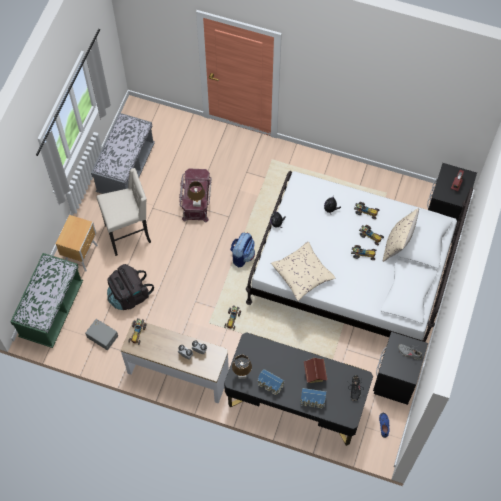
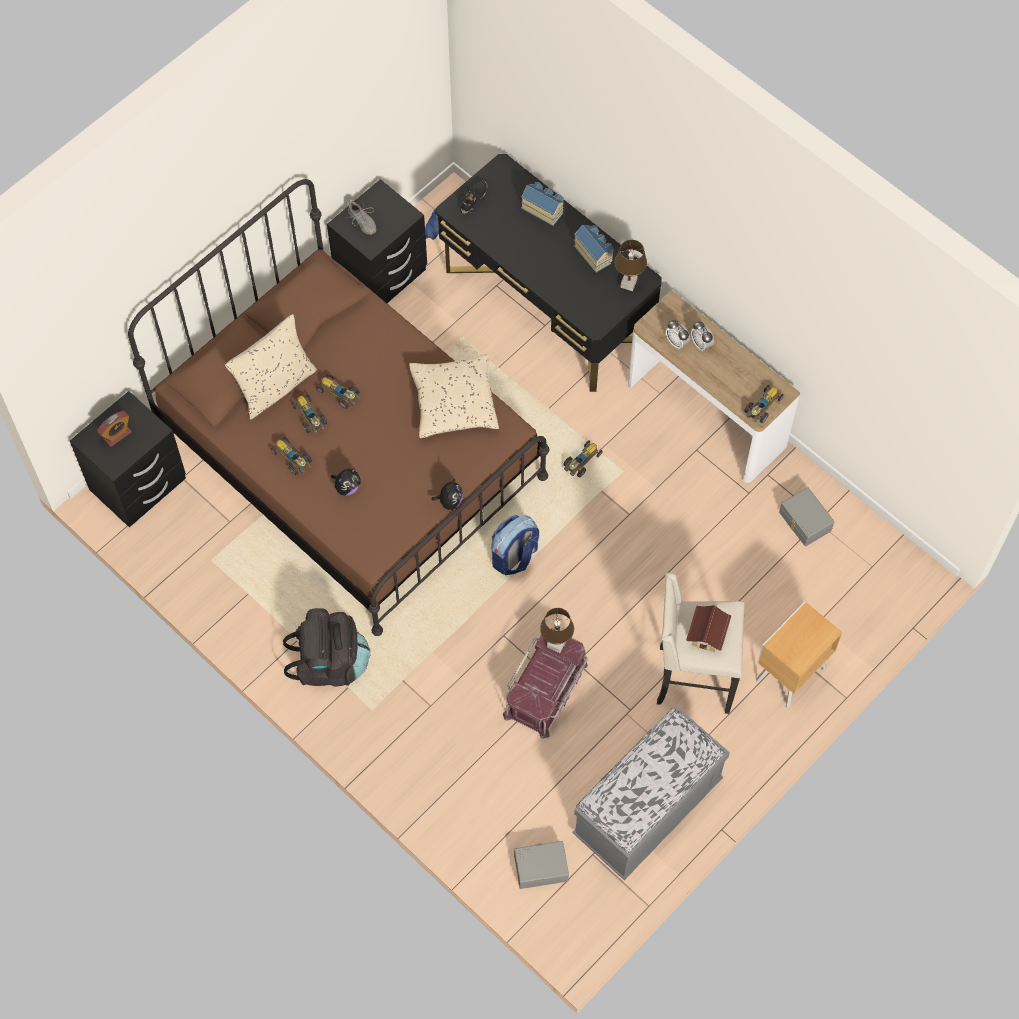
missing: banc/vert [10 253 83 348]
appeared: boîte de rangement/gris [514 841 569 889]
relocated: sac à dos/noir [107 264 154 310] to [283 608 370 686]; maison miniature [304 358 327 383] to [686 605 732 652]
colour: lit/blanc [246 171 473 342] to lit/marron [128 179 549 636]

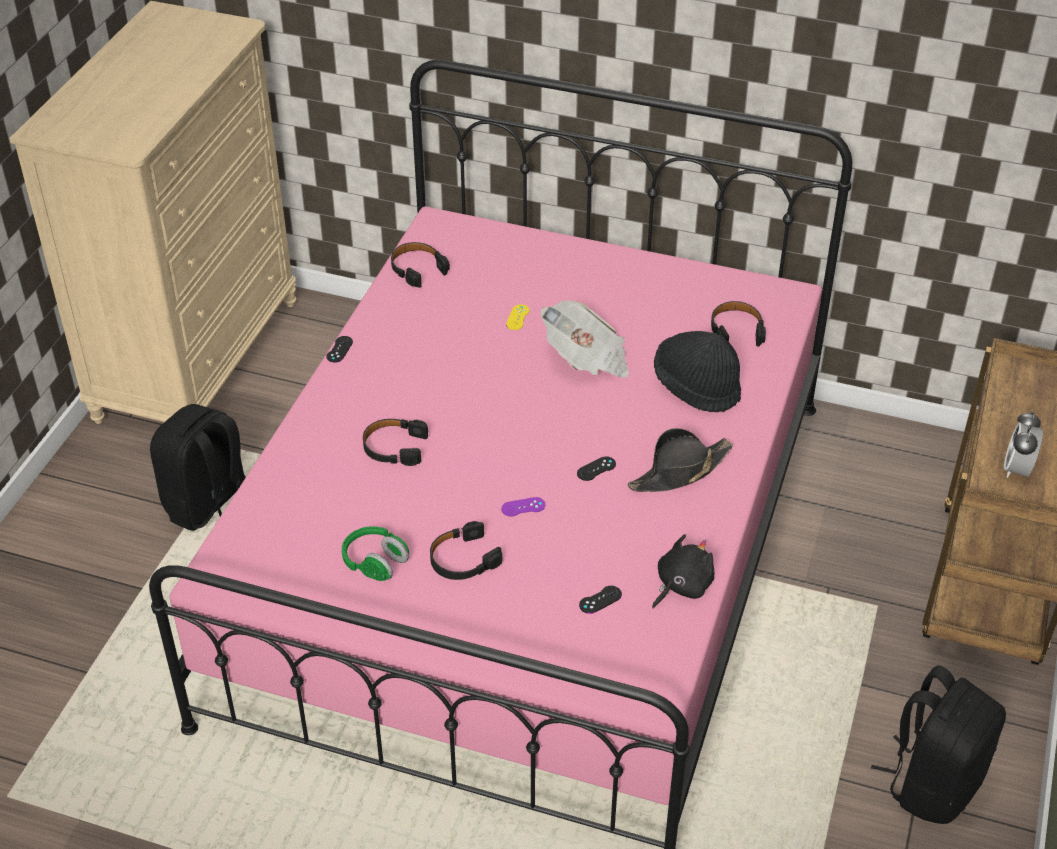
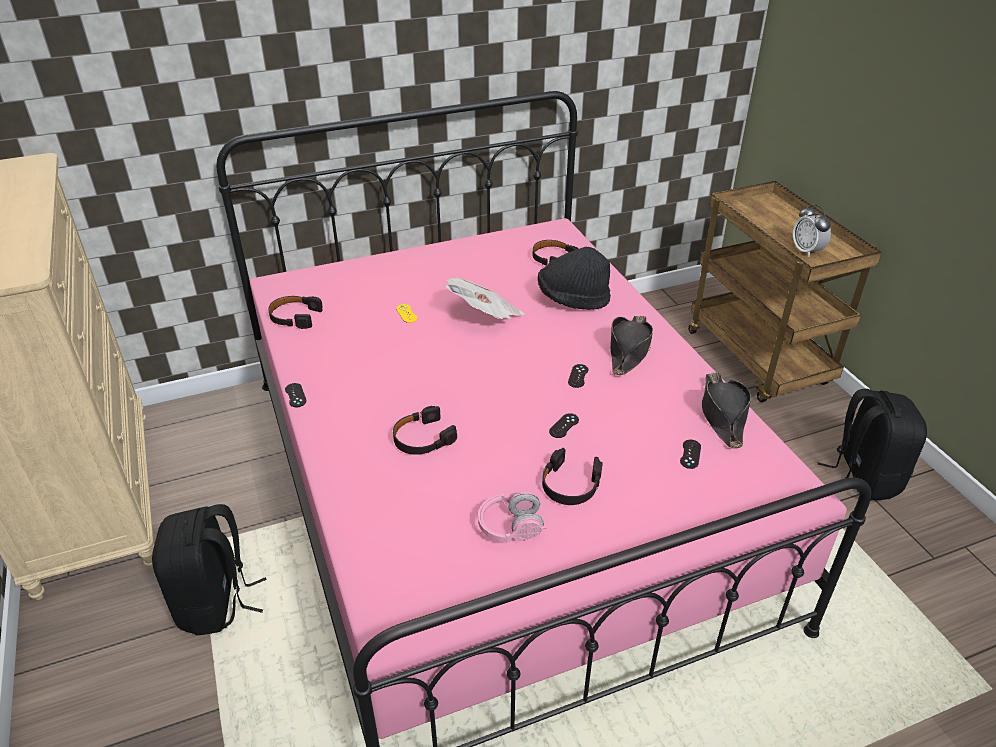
exchanged: peluche/noir [652 534 714 609] to chapeau/noir [702 372 751 448]
colour: casque audio/vert [342 526 409 581] to casque audio/rose [478 492 546 543]; manette/violet [501 497 545 517] to manette/noir [549 413 579 438]

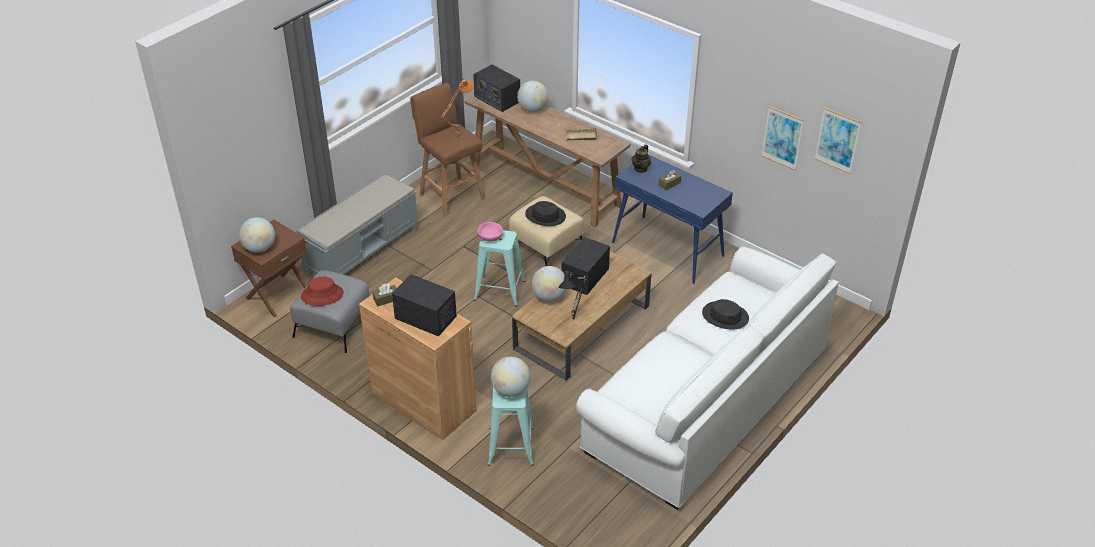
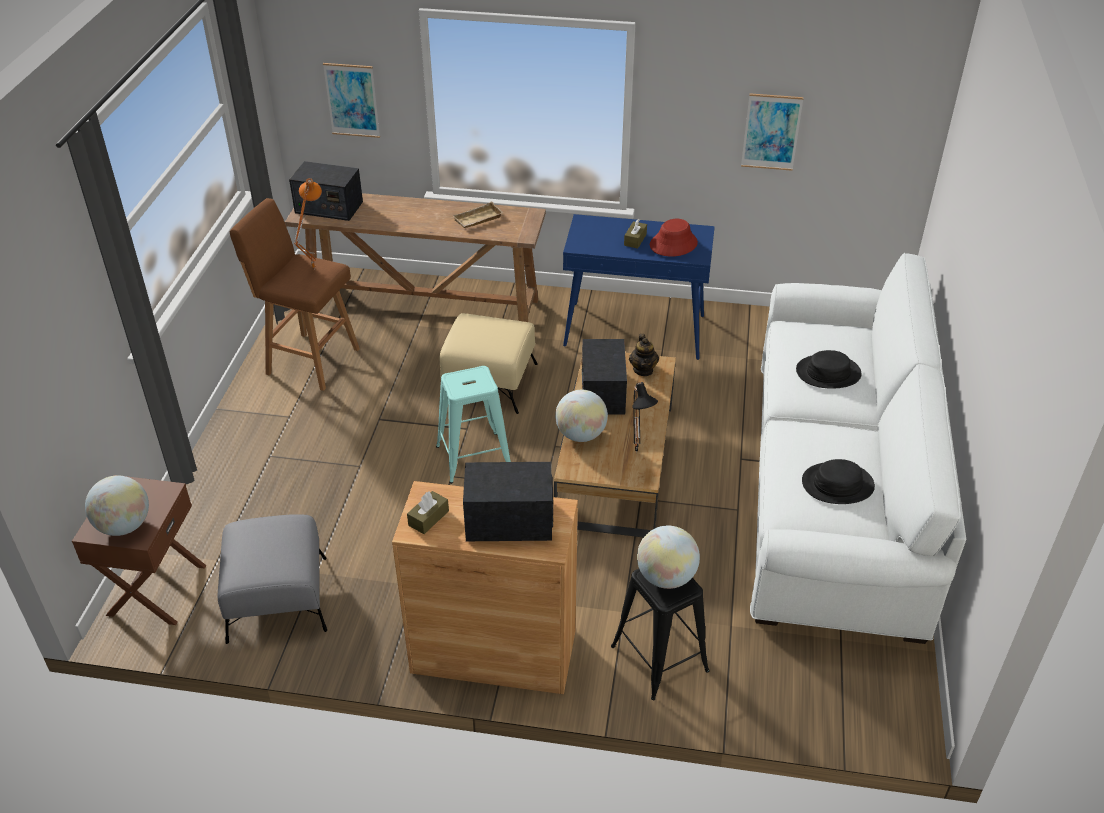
missing: banc/gris [296 172 418 274]; bol/rose [478 222 503 242]; globe [517 81 548 112]
relocated: chapeau/rouge [301 277 344 306] to [650 219 698 256]; chapeau/noir [525 201 566 226] to [802 459 875 504]; théière [631 144 651 173] to [629 334 659 376]; tableau [815 107 861 174] to [323 63 380 138]
colour: tabouret/turquoise [488 387 534 466] to tabouret/noir [611 569 709 700]

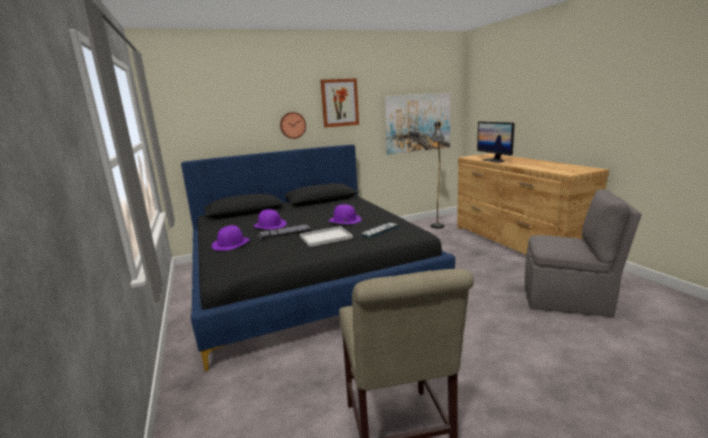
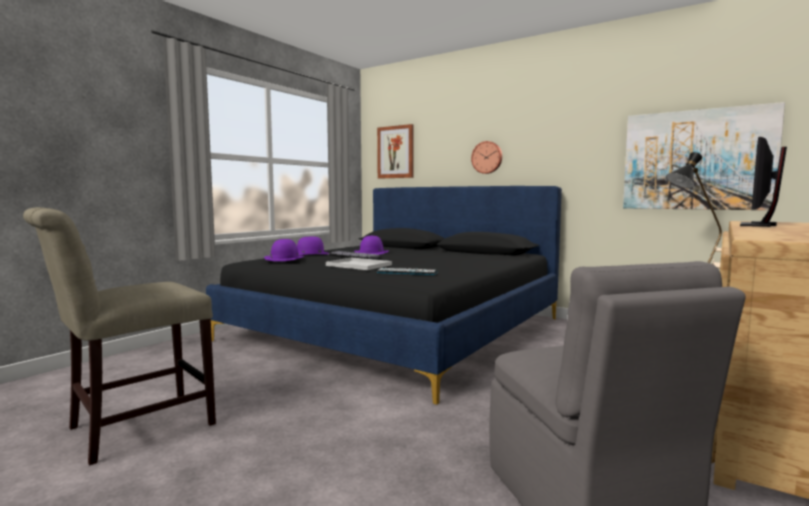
relocated: tableau [320 78 359 128] to [377 124 414 179]; chapeau/violet [329 204 362 224] to [264 239 304 261]

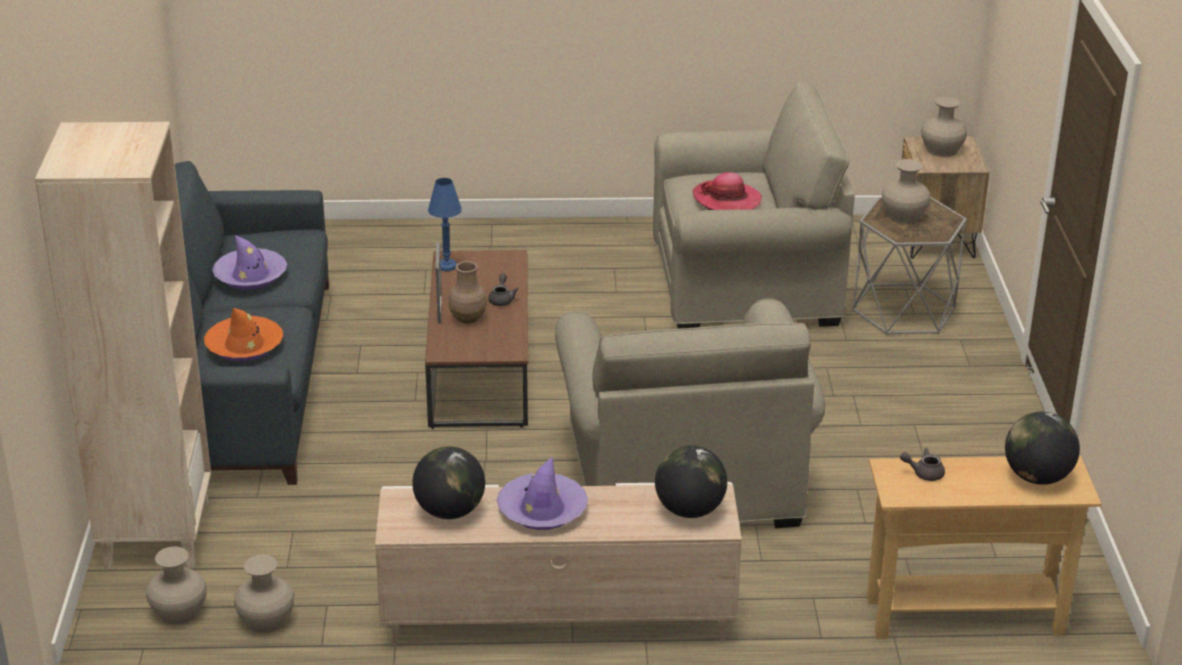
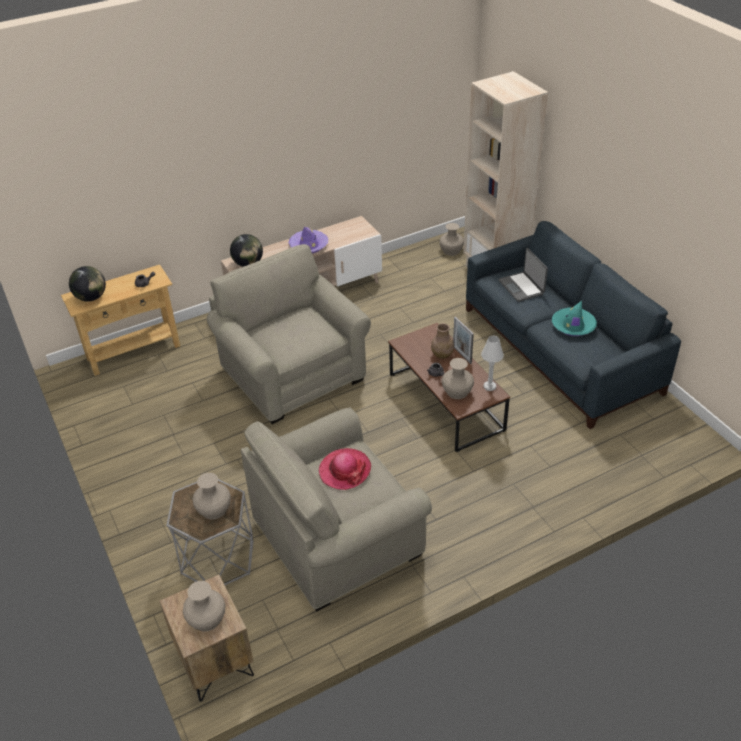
missing: globe [412 446 485 519]
relocated: vase/beige [234 555 294 633] to [442 358 474 399]
exchanged: chapeau/orange [204 308 283 361] to ordinateur portable [498 248 548 302]
colour: chapeau/violet [212 235 287 290] to chapeau/turquoise [552 301 597 336]; lampe de table/bleu [428 178 462 271] to lampe de table/blanc [481 336 504 391]

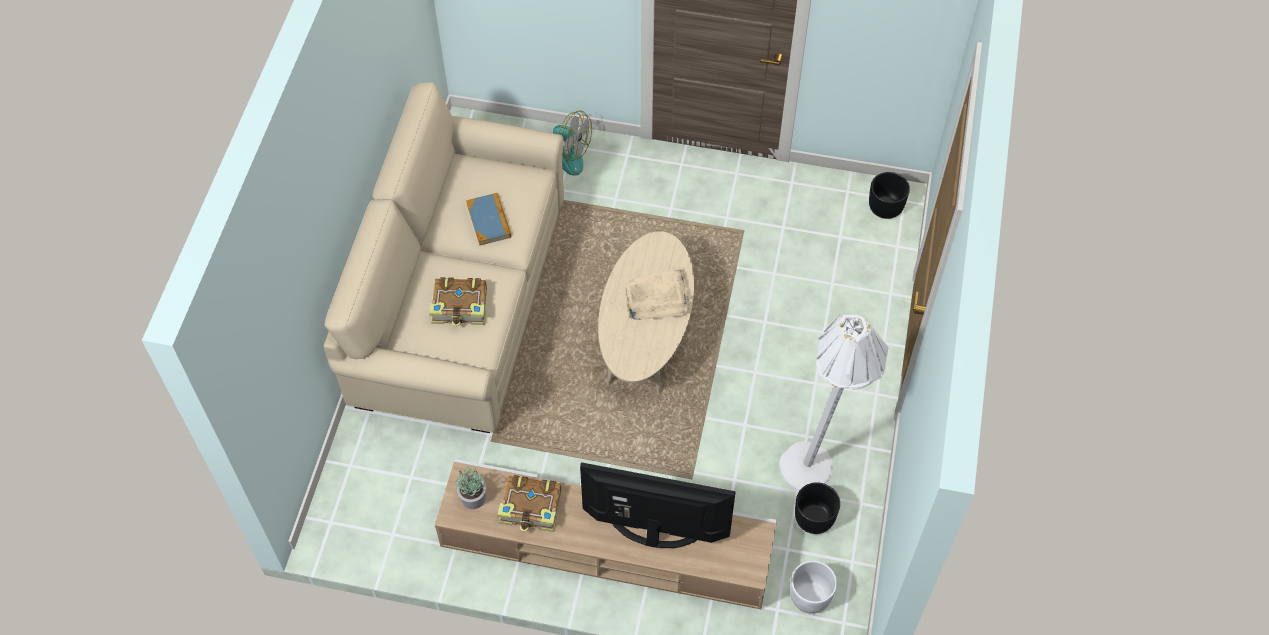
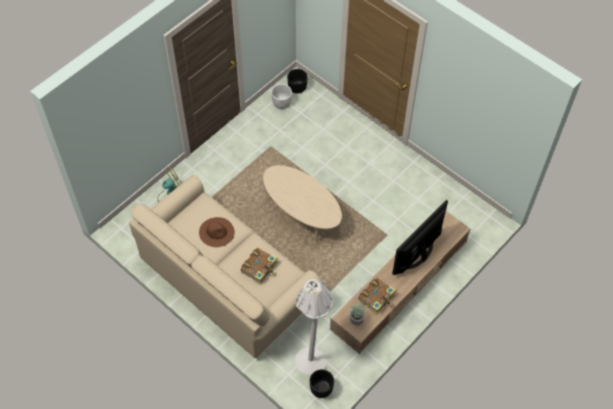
missing: plateau/beige [625 268 689 320]
relocated: lampadaire/blanc [779 315 888 490] to [295 279 333 375]; cache-pot/blanc [790 561 837 614] to [271 84 292 109]; cache-pot/noir [795 482 840 534] to [310 369 334 398]
exchanged: livre [466 193 511 245] to chapeau/marron [199 217 235 247]

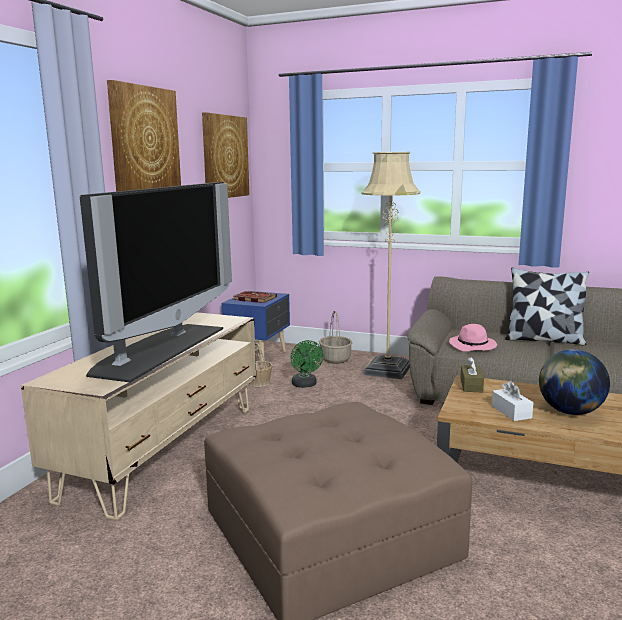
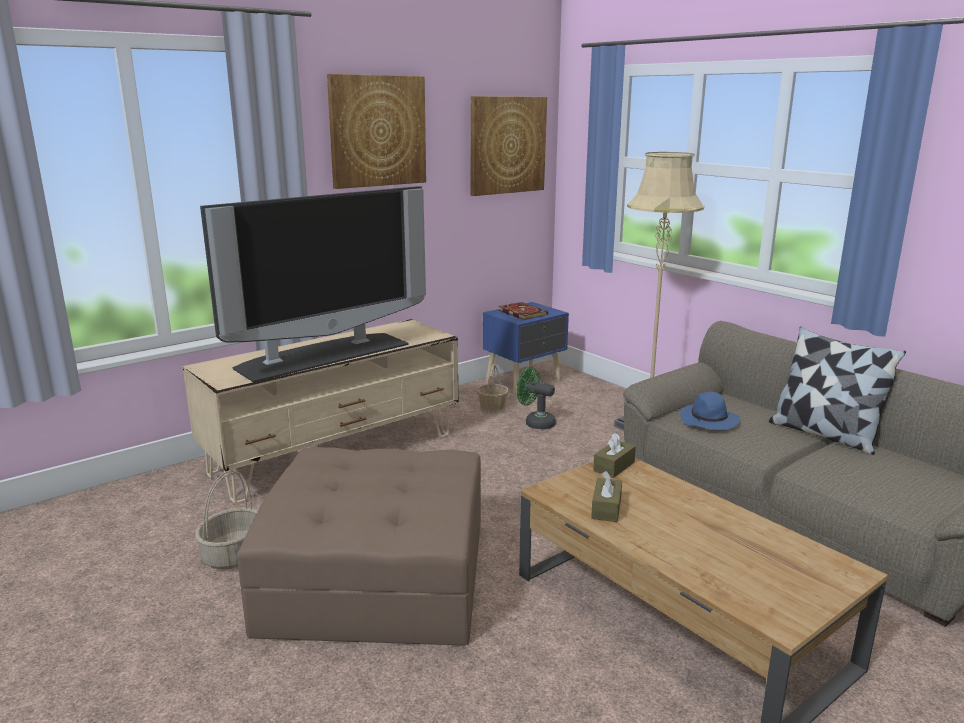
missing: globe [539 349 610 415]
relocated: panier [319 311 352 364] to [195 471 258 570]
colour: chapeau/rose [449 324 497 352] to chapeau/bleu [680 392 740 430]; boîte à mouchoirs/blanc [492 381 533 421] to boîte à mouchoirs/marron [591 471 622 522]
spun: ventilateur/vert [290 340 324 388] = [517 367 556 430] 105 degrees clockwise

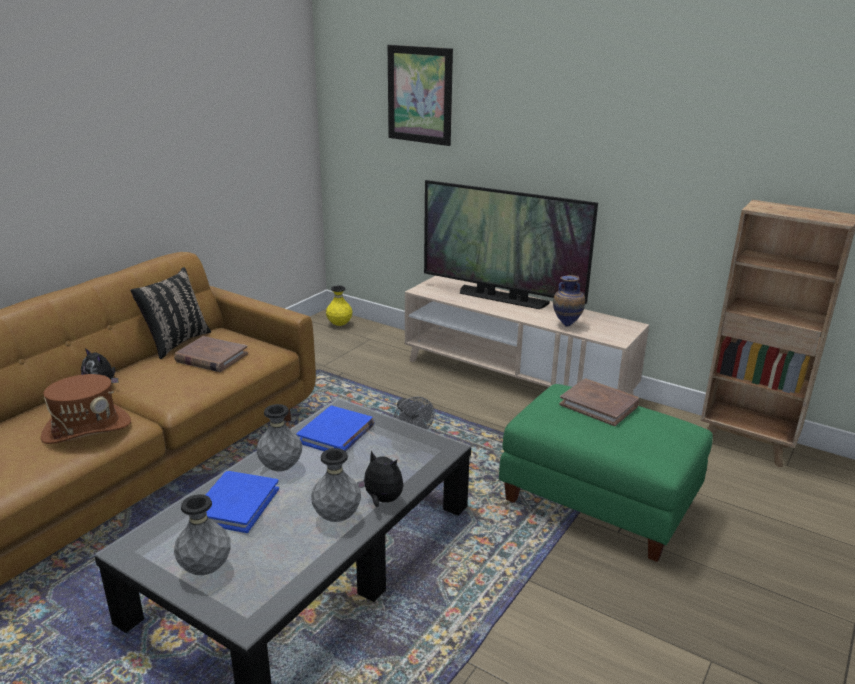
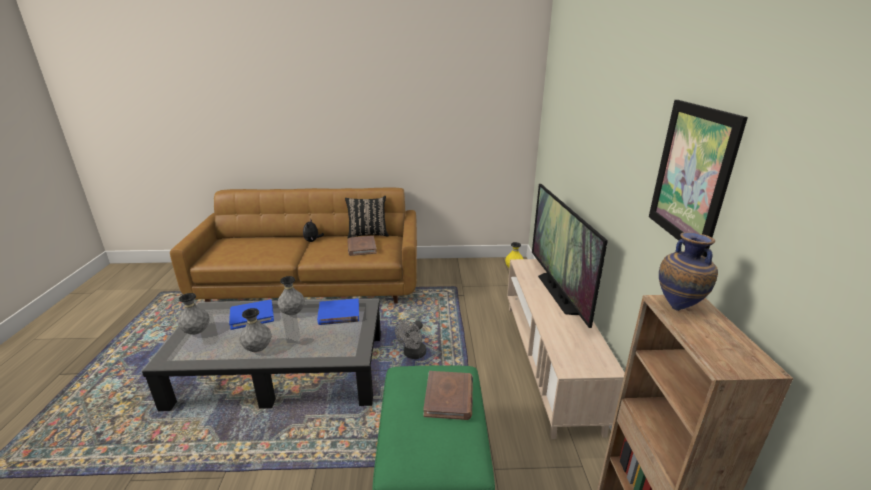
missing: chapeau/marron [41 374 131 444]; peluche [357 451 404 507]
relocated: tableau [388 45 453 146] to [649 100 748 257]; vase [553 275 585 327] to [659 232 718 311]

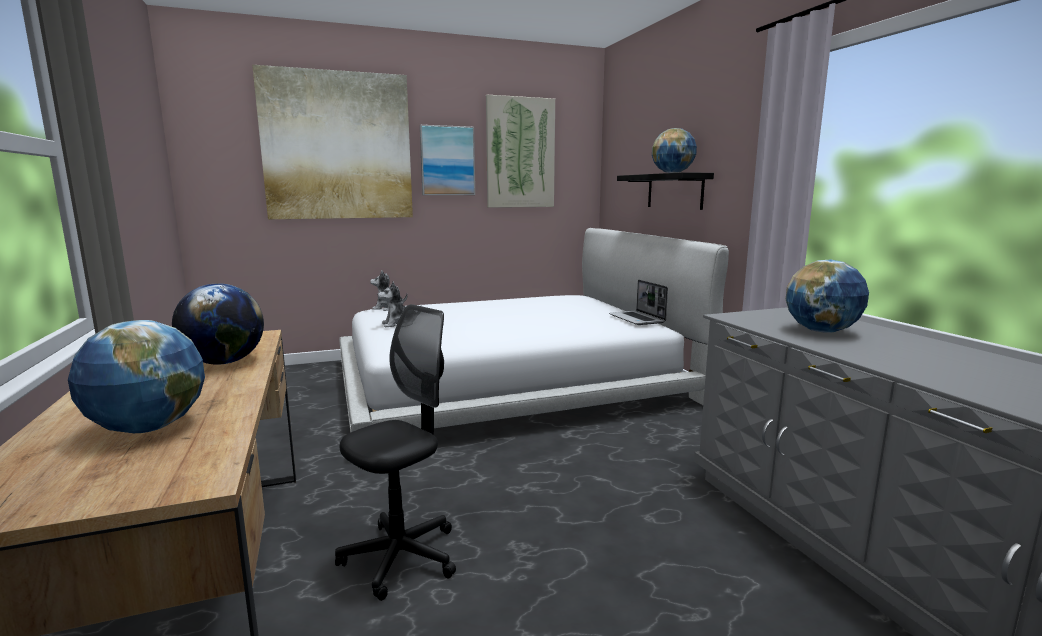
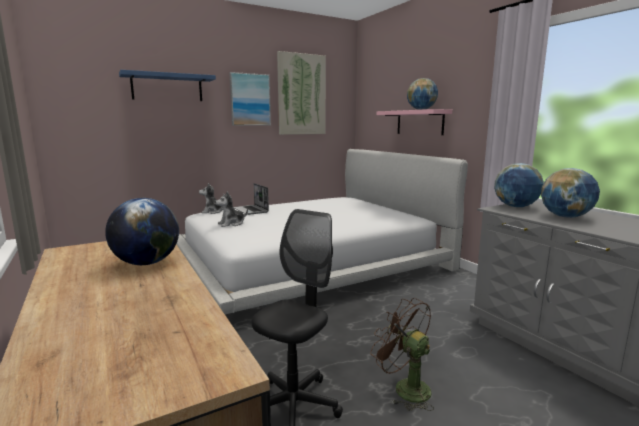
appeared: ventilateur/marron [371 298 434 411]
relocated: globe [68 320 205 433] to [494 163 544 207]; ordinateur portable [609 280 668 325] to [233 183 269 215]
exchanged: tableau [252 65 413 219] to étagère/bleu [119 70 216 101]
colour: étagère/noir [617 172 714 210] to étagère/rose [376 109 452 135]

